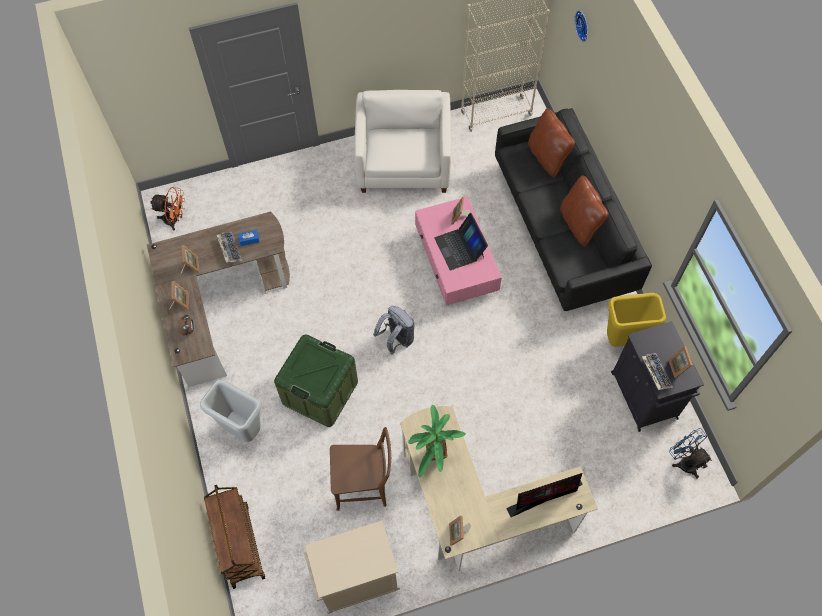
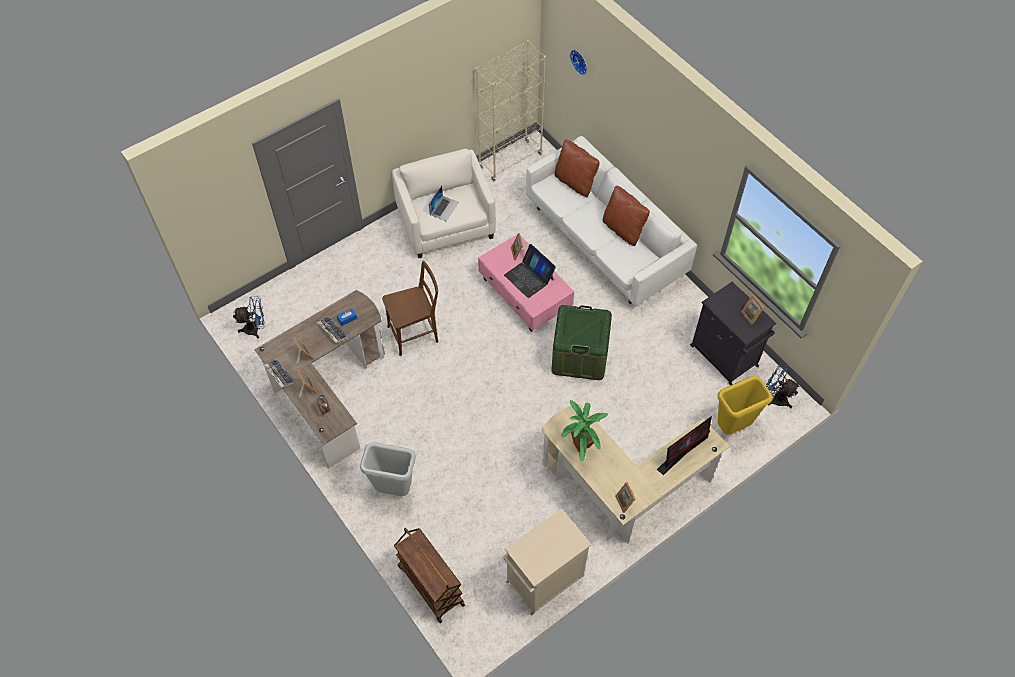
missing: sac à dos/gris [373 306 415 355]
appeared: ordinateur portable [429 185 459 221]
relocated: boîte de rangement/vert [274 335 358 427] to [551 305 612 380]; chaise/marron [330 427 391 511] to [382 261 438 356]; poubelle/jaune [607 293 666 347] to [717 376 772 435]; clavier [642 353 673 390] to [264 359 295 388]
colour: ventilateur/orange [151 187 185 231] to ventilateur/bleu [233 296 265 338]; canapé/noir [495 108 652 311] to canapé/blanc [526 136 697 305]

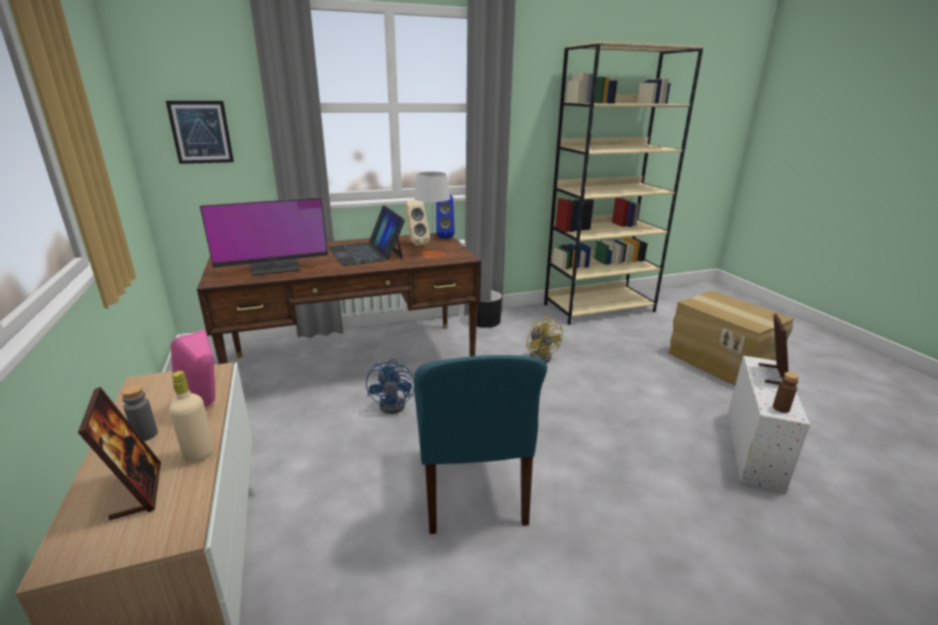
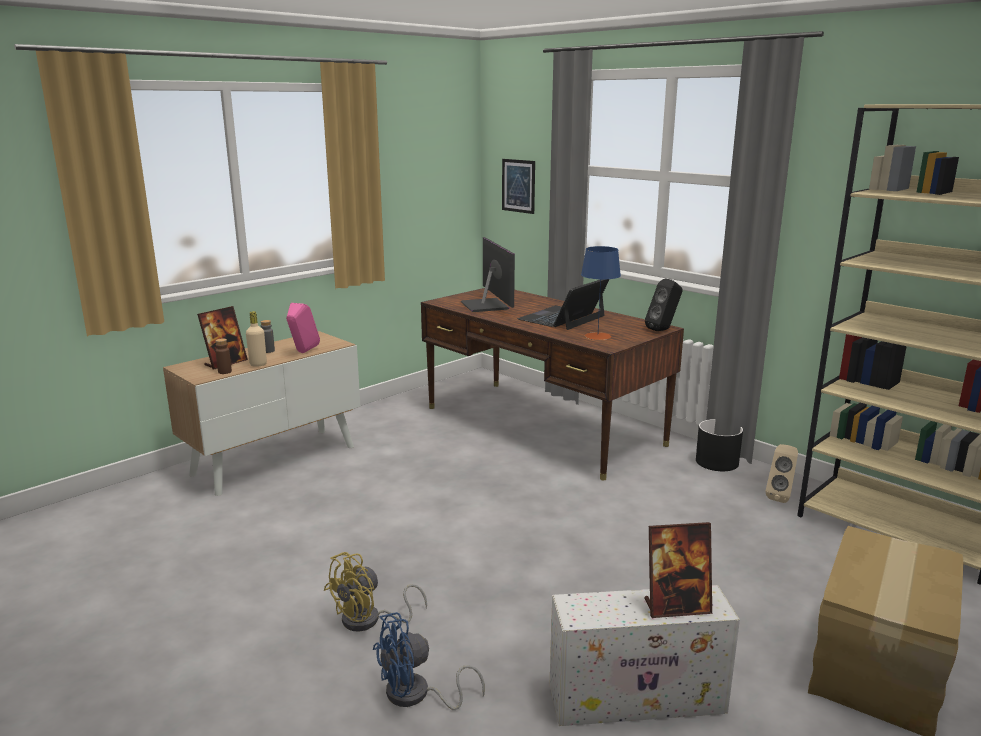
missing: chaise/bleu [414 355 547 534]
relocated: ventilateur/bleu [366 359 415 414] to [373 612 485 710]; enceinte/beige [405 199 430 246] to [765 444 798 503]; ventilateur/jaune [526 316 563 363] to [324 552 427 632]; bouteille/marron [773 372 799 413] to [215 338 232 374]
colour: lampe de table/gris [414 172 450 258] to lampe de table/bleu [581 246 621 340]; enceinte/bleu [436 194 455 238] to enceinte/noir [645 279 683 331]
spun: écran d'ordinateur [200 197 328 276] = [461 237 515 312] 150 degrees counterclockwise

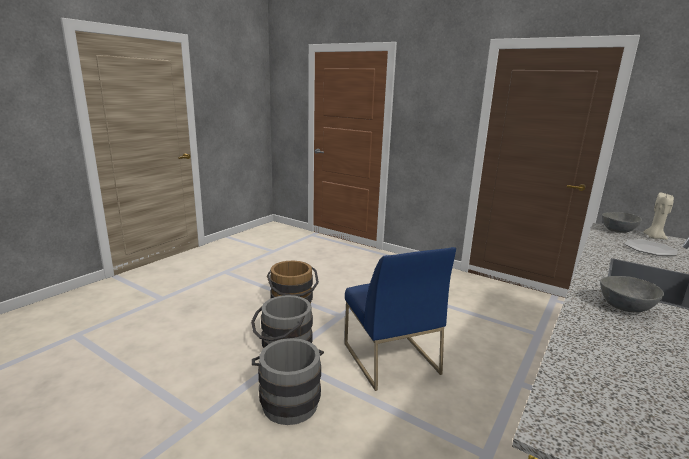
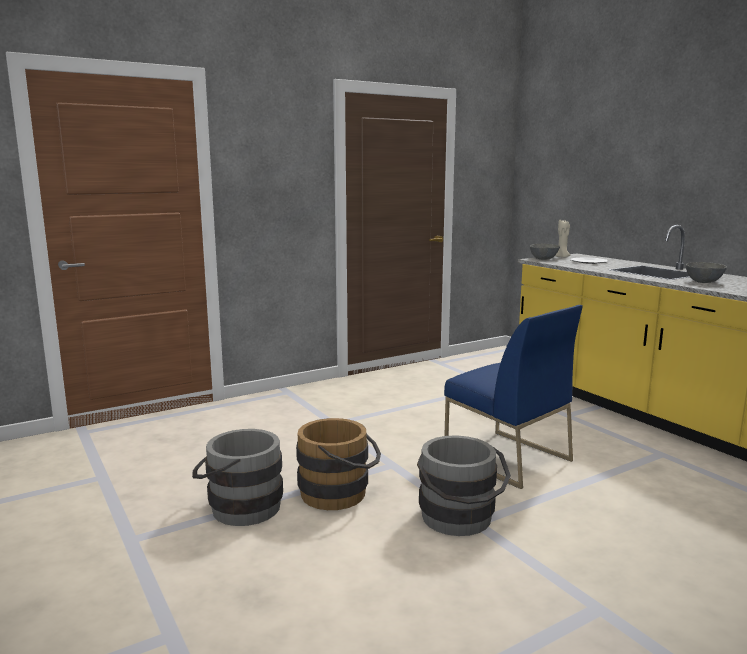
relocated: seau/gris [252 338 324 425] to [192 429 283 526]
spun: chaise/bleu [344 247 456 391] = [444 305 583 489] 45 degrees clockwise

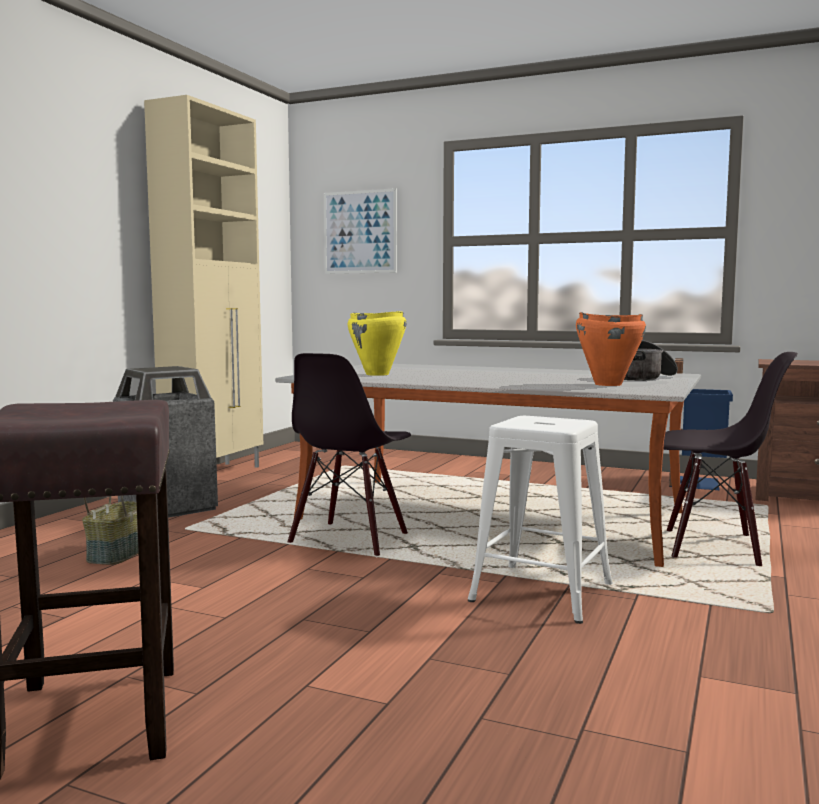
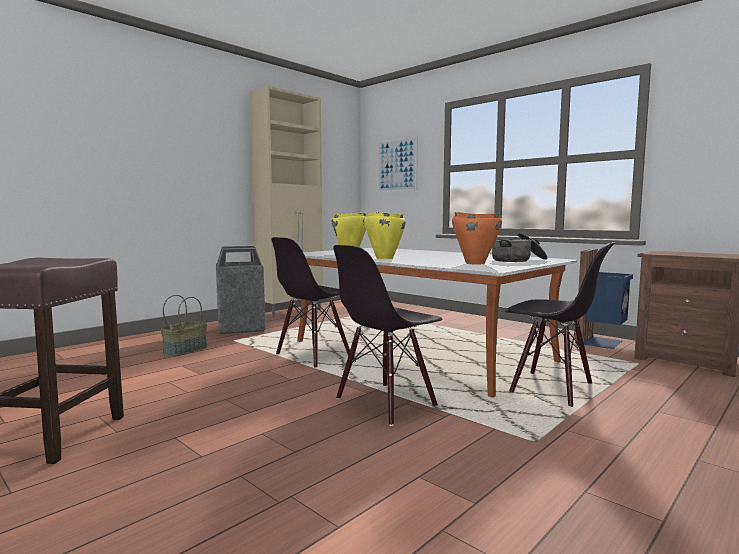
appeared: marmite/jaune [364 212 406 259]
exchanged: tabouret/blanc [468 416 613 624] to chaise/noir [333 245 442 426]

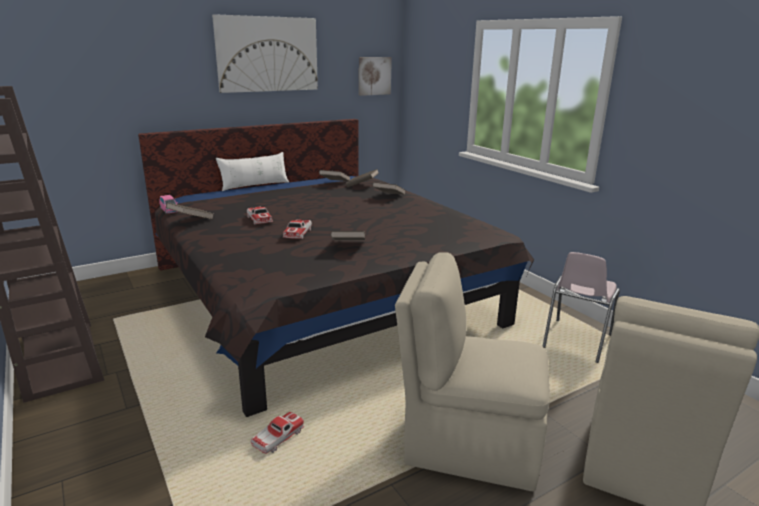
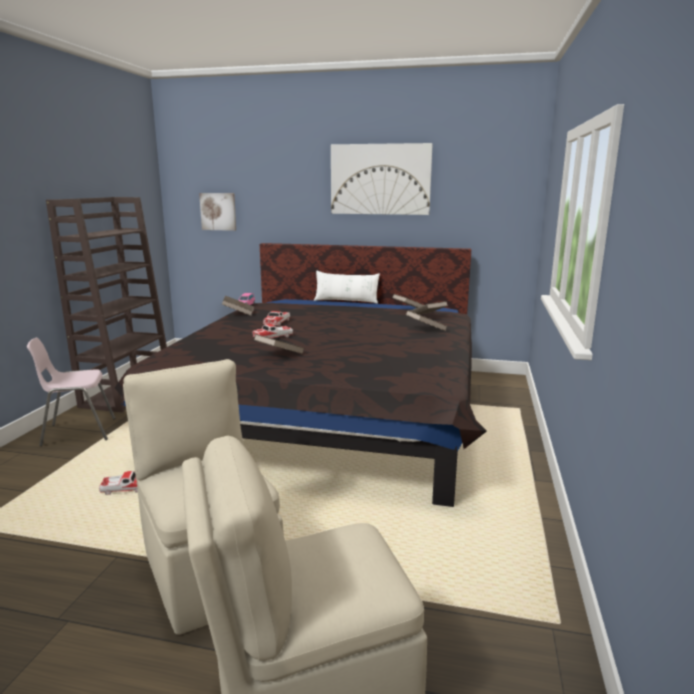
relocated: tableau [359 57 392 96] to [199 193 236 231]; chaise/rose [542 252 620 363] to [27 338 115 446]

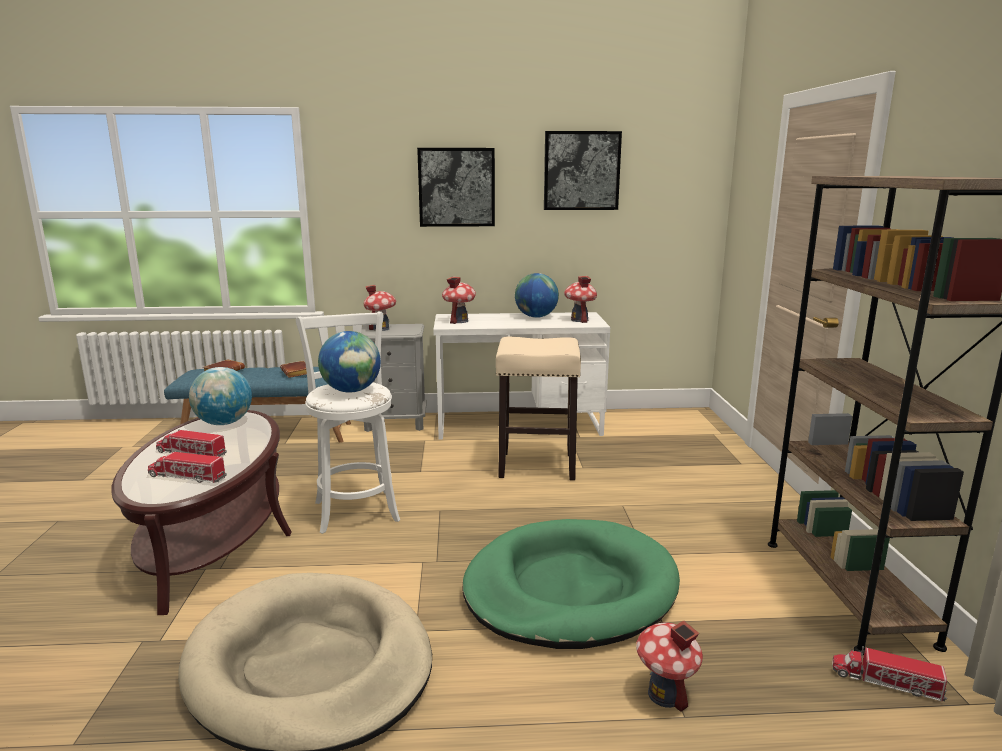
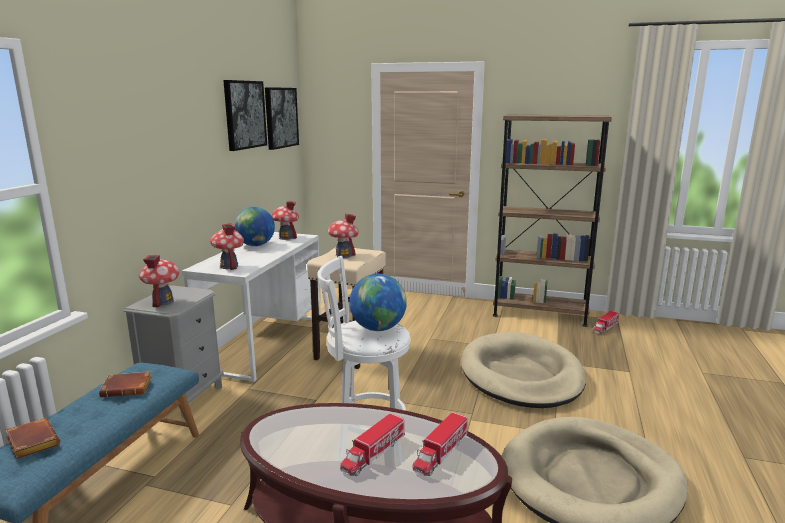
missing: globe [189 367 252 425]
relocated: tableau [417 148 495 227] to [265 87 299 150]; maison miniature [636 621 703 712] to [328 214 359 258]
colour: panier pour chien/vert [462 519 680 649] to panier pour chien/beige [461 332 586 408]

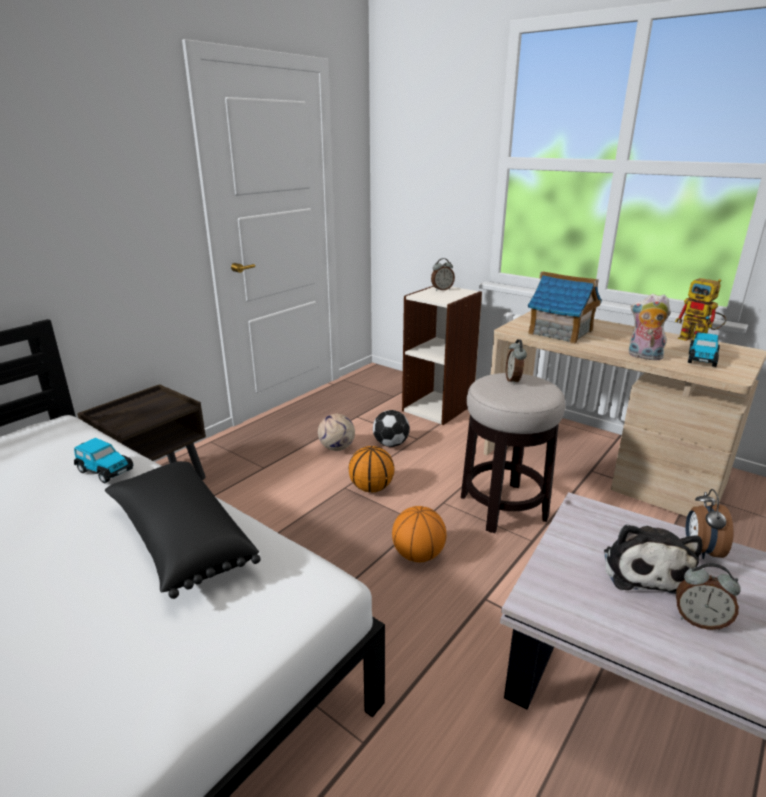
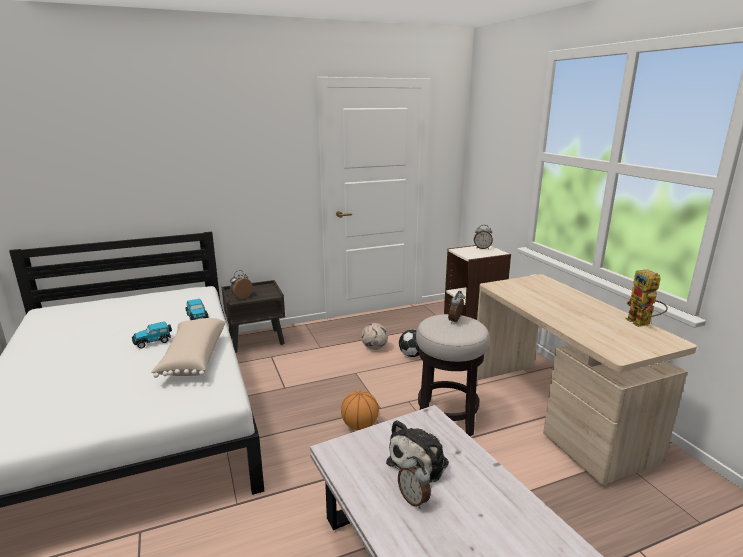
missing: ballon de basket [349 446 395 493]; maison miniature [528 271 602 344]; peluche [629 294 671 360]
relocated: réveil [686 489 733 559] to [230 270 253 299]; petite voiture [688 332 720 367] to [132 322 172 349]
colour: coussin/noir [105 461 261 599] to coussin/beige [151 318 226 378]

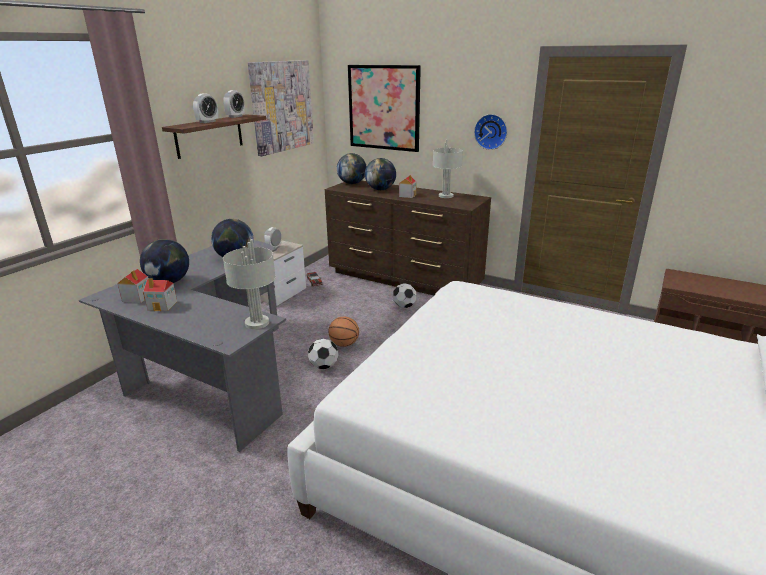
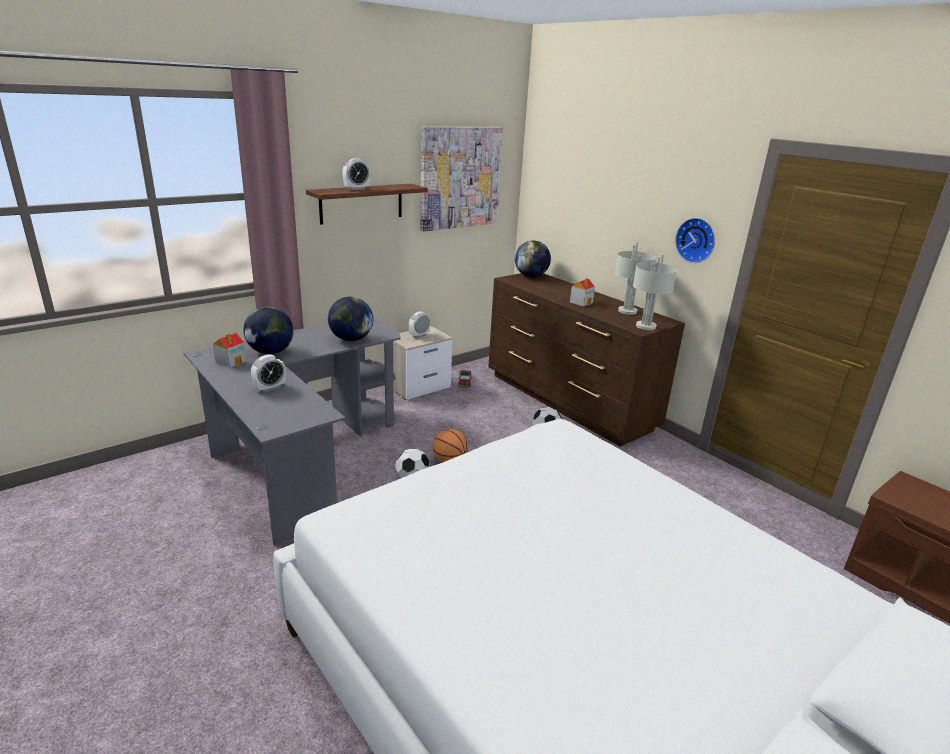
missing: maison miniature [143 278 177 311]; tableau [348 65 421 152]; globe [365 158 396 190]
relocated: réveil [223 90 245 118] to [251 354 286 393]; lampe de table/gris [223 239 276 329] to [633 254 677 330]

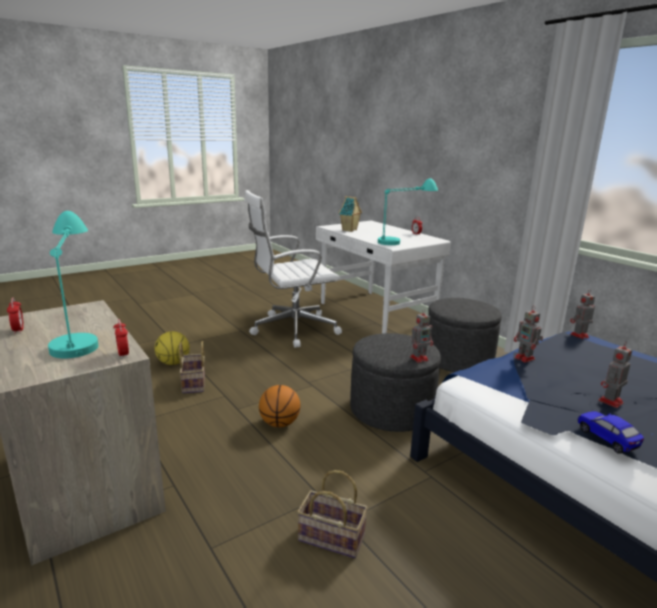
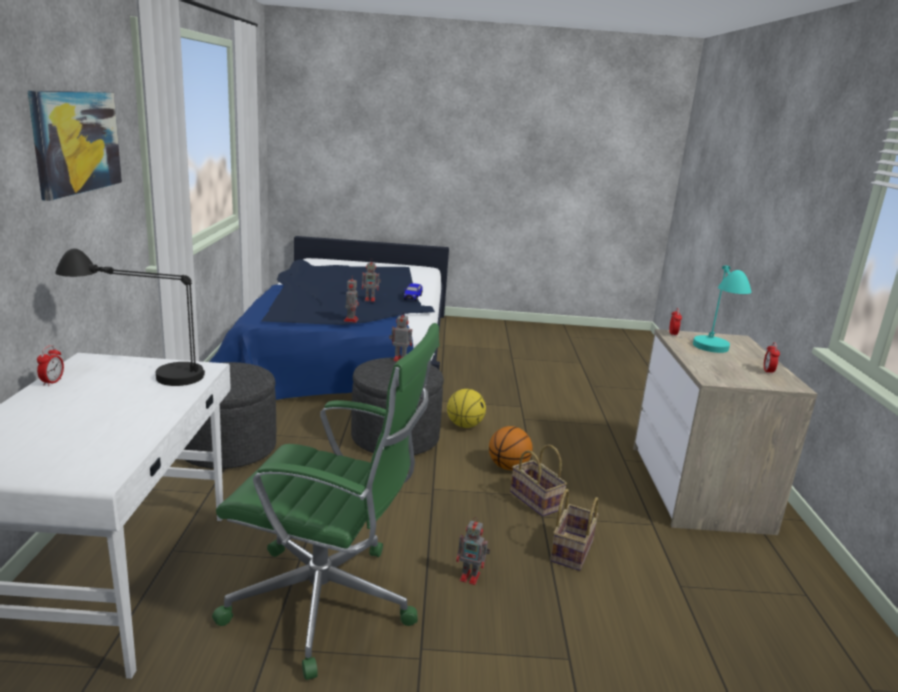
missing: maison miniature [339 196 362 232]
appeared: tableau [28 91 122 201]
relocated: ballon de basket [155 331 190 365] to [447 389 486 428]; panier [297 470 368 558] to [510 444 567 517]; robot jouet [570 289 595 339] to [456 517 490 585]
colour: chaise de bureau/blanc [245 190 342 348] to chaise de bureau/vert [212 323 439 680]; lampe de table/turquoise [378 178 438 245] to lampe de table/noir [55 249 205 386]

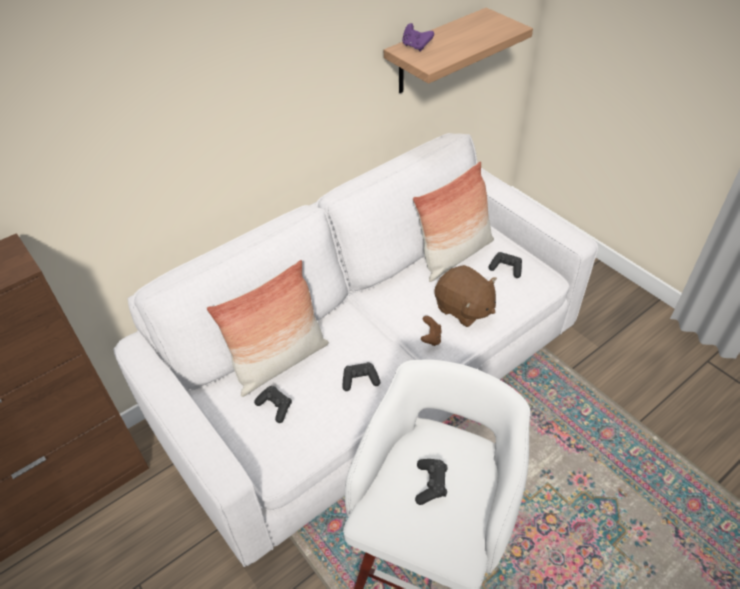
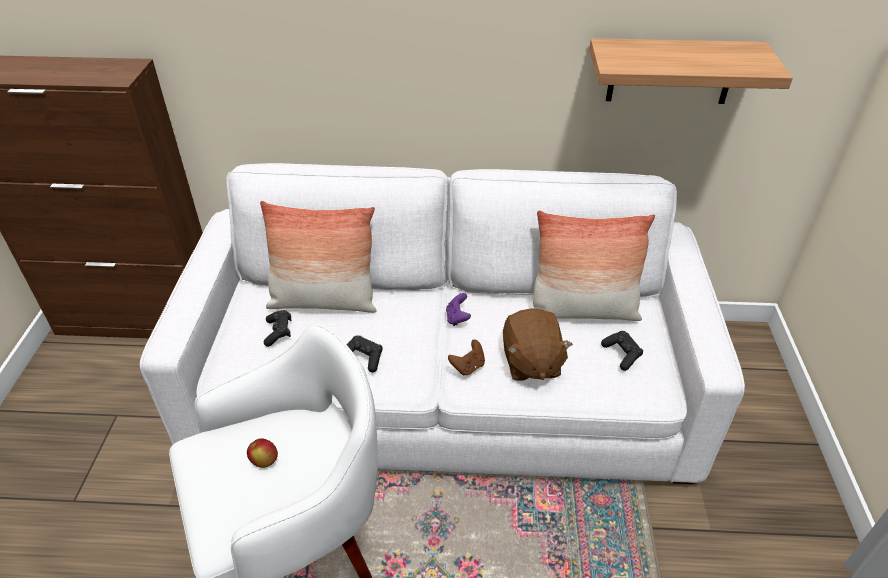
relocated: manette/violet [402 23 434 51] to [446 293 471 326]
exchanged: manette/noir [415 459 448 505] to pomme [247 438 278 468]

